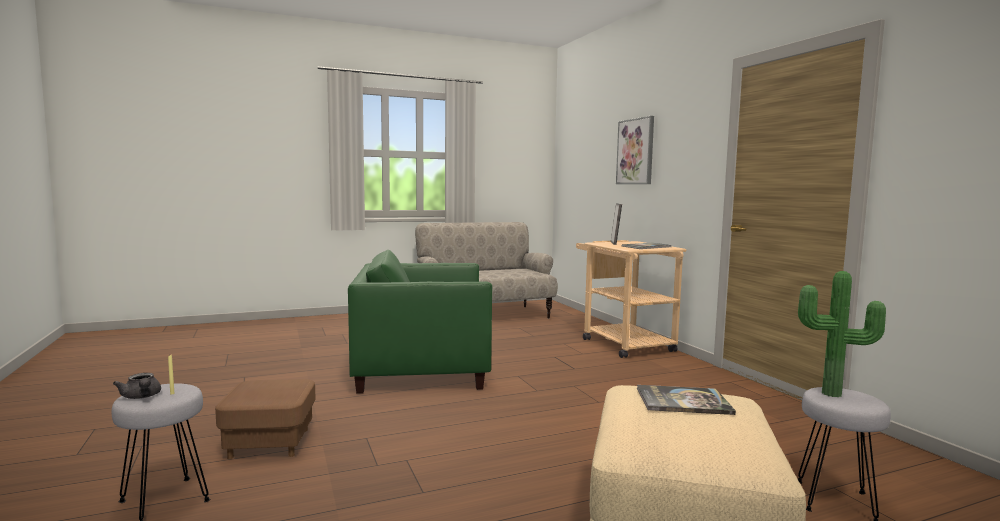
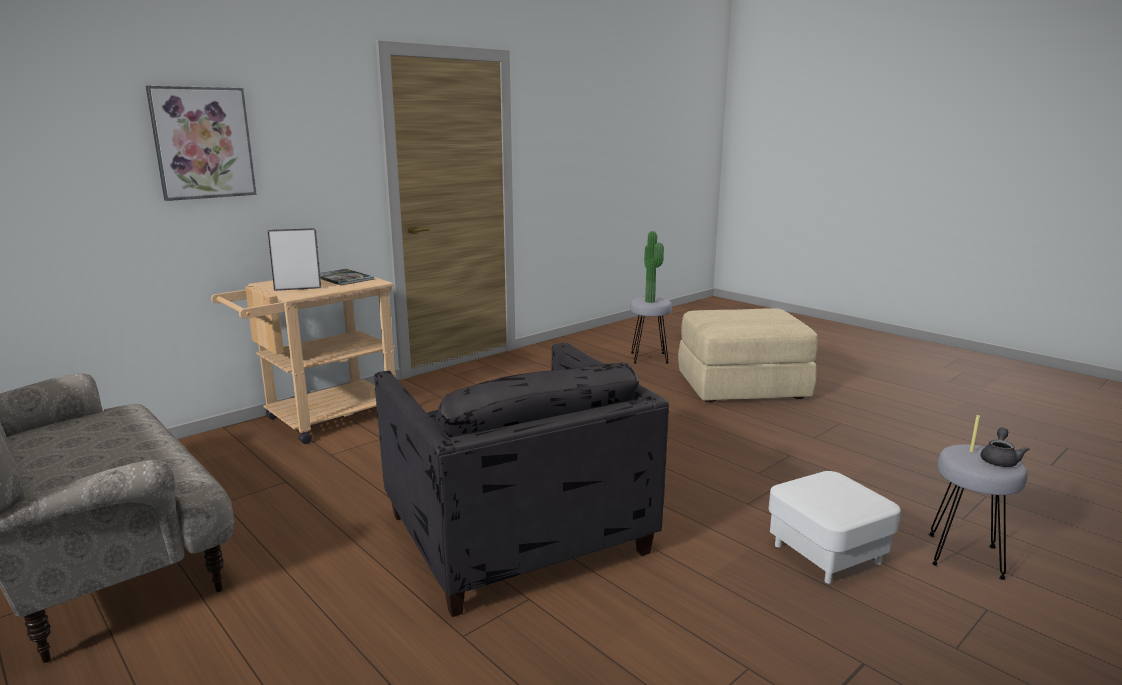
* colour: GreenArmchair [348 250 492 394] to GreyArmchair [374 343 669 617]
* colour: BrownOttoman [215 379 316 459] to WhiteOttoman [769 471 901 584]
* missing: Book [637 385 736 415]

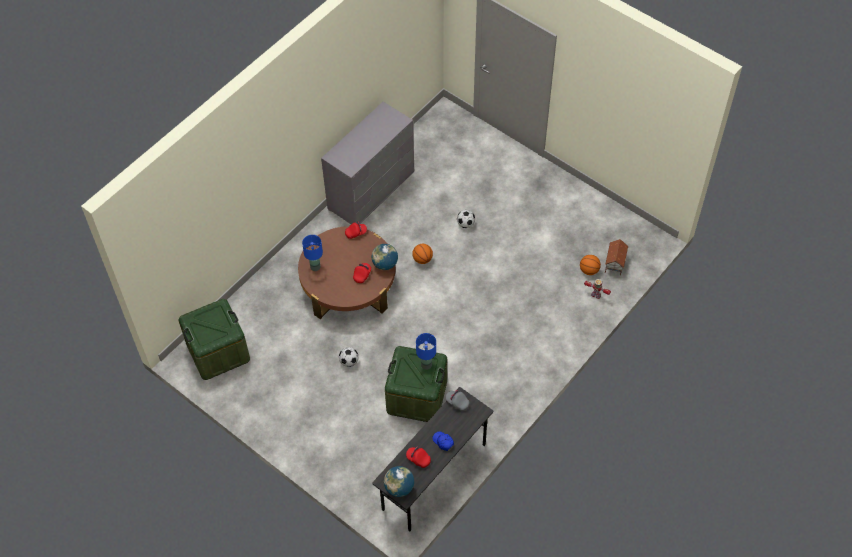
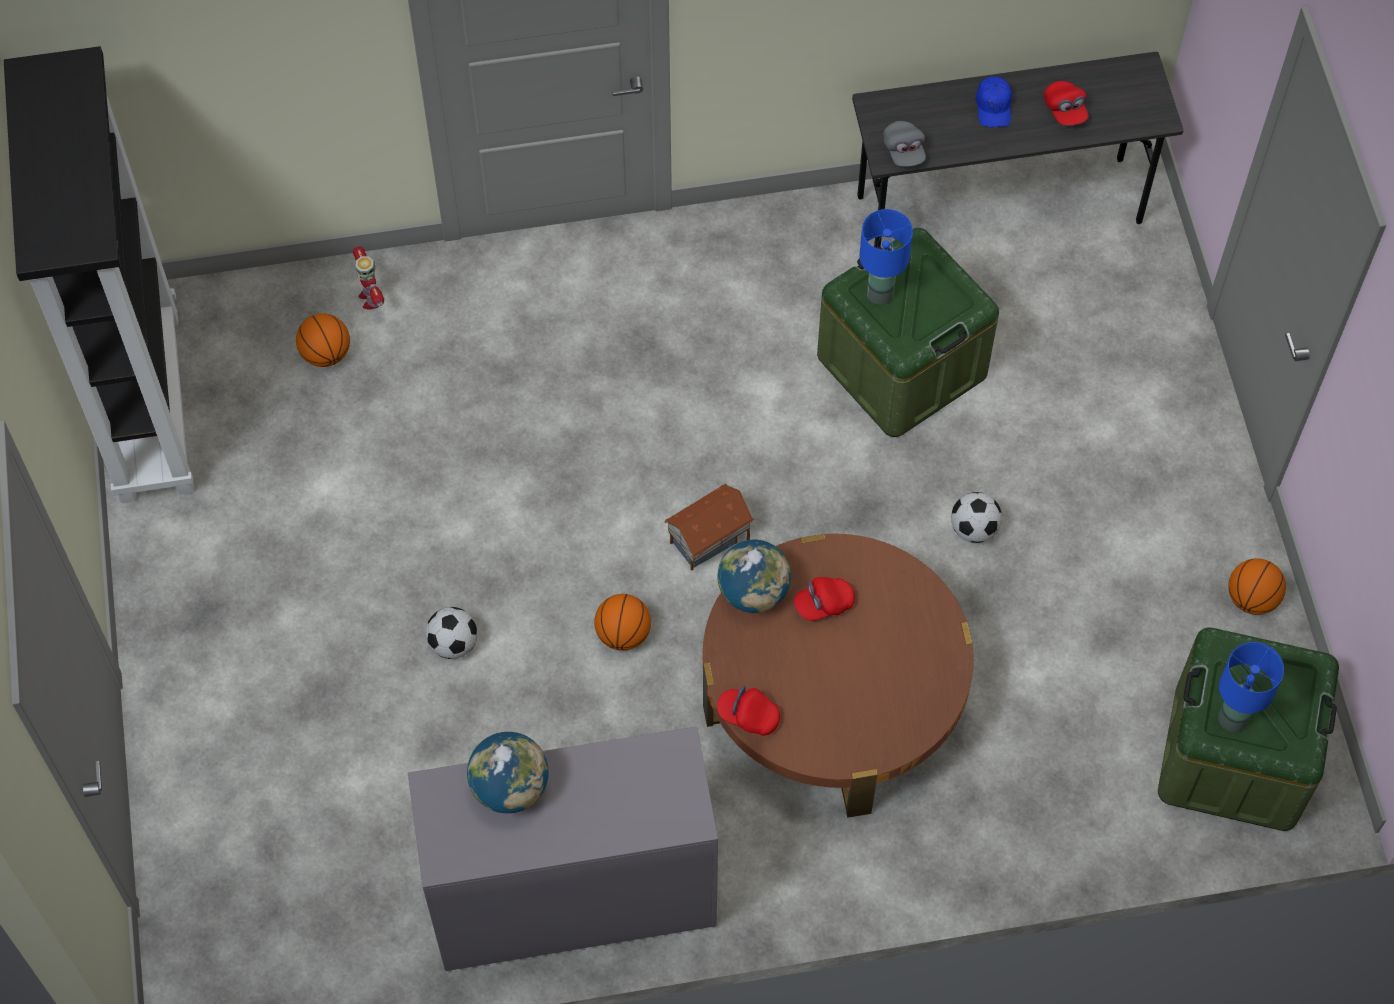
* appeared: BlackBookcase [4 46 194 503]
* relocated: Globe [384 466 414 497] to [467 732 549 813]
* relocated: ToyHouse [605 239 629 275] to [664 484 754 571]
* relocated: BlueTableLamp [302 235 323 271] to [1218 642 1284 732]
* appeared: Basketball [1228 558 1286 615]

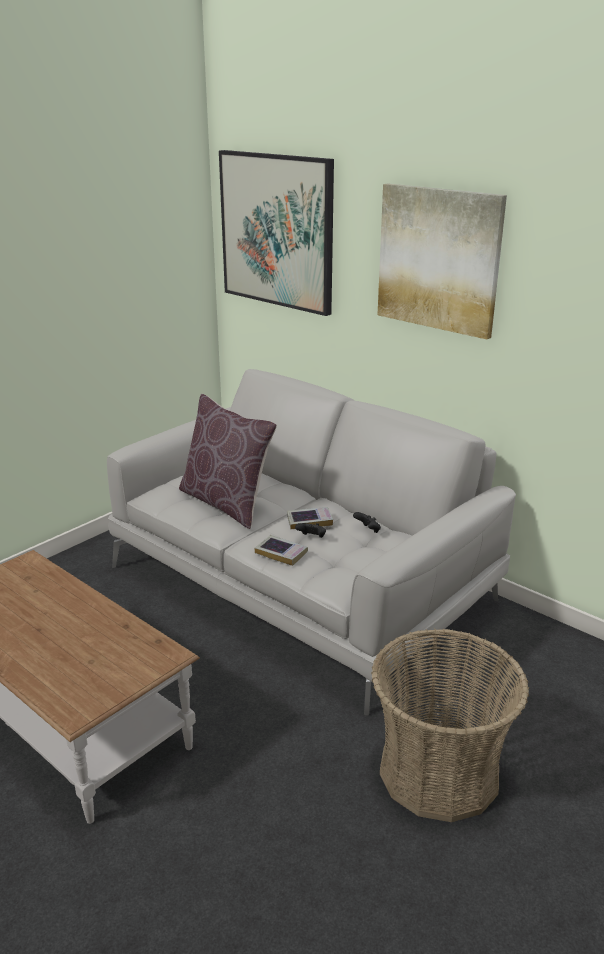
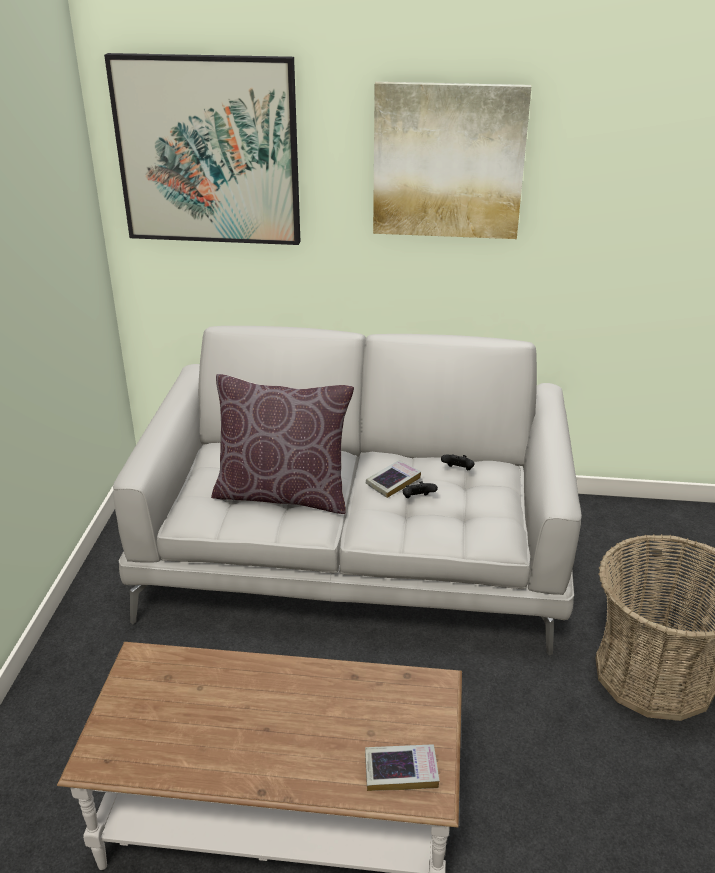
* relocated: Book [254 535 308 566] to [365 744 439 791]

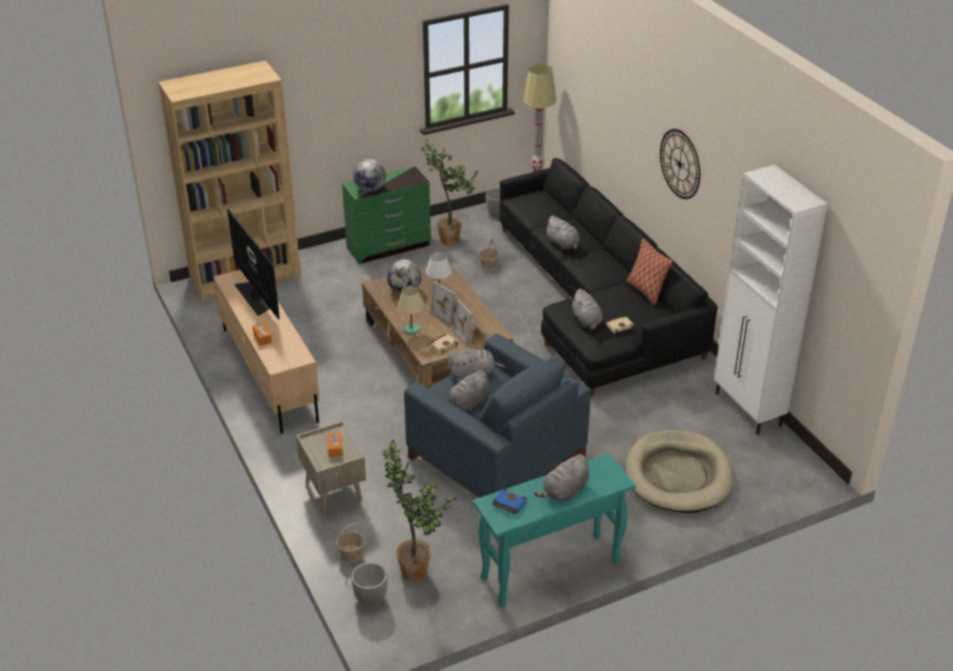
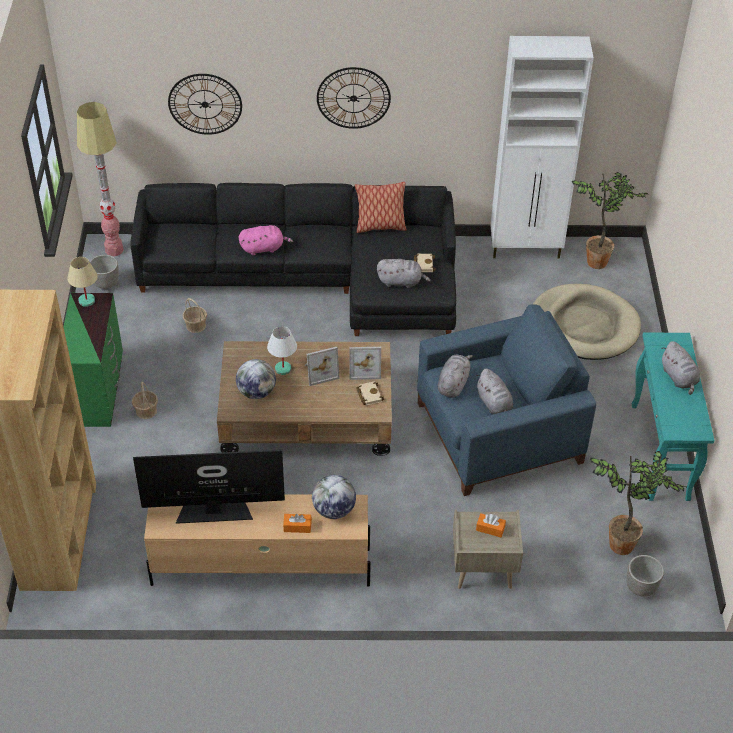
* relocated: BeigeTableLamp [397 286 425 334] to [67 257 98 307]
* relocated: Basket [336 523 364 563] to [132 382 158 419]
* appeared: WallClock [168 74 242 135]
* colour: GreyPlushToy [546 215 580 250] to PinkPlushToy [239 225 293 255]
* relocated: Globe [353 159 386 192] to [312 475 356 519]
* relocated: PottedPlant [421 139 479 246] to [572 172 648 269]
* missing: BlueBook [492 489 527 514]

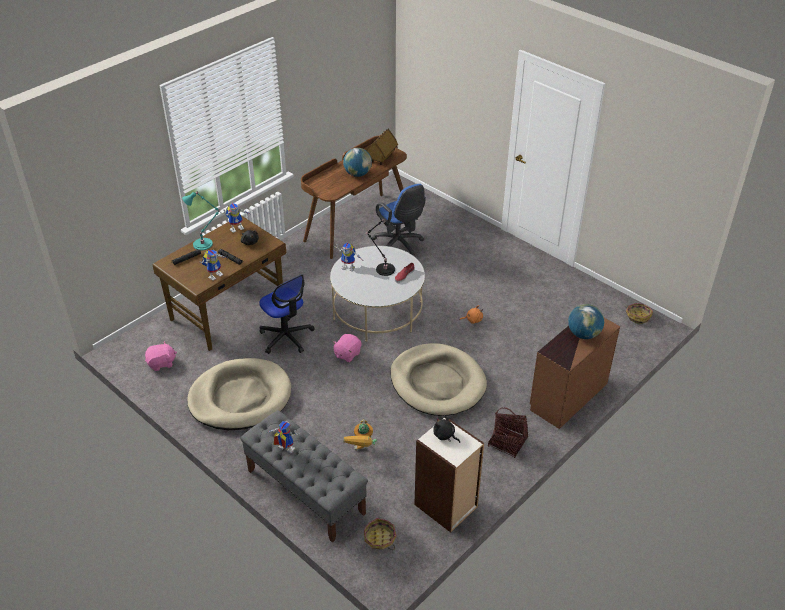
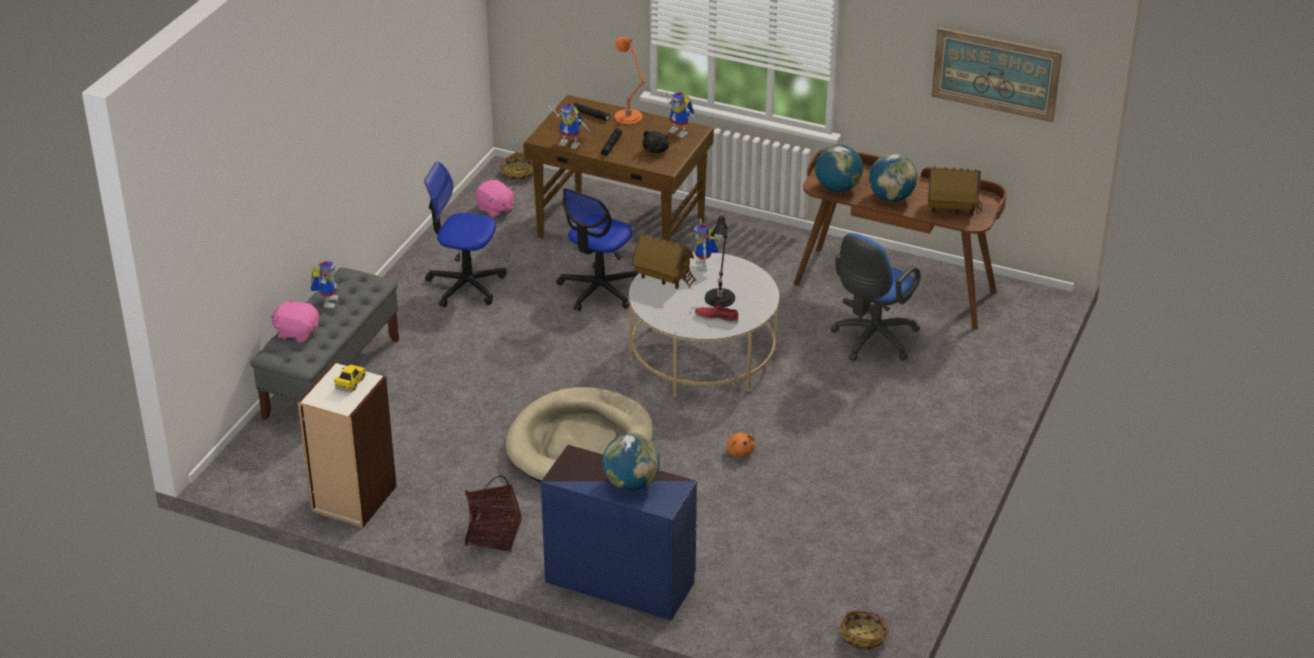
* relocated: PinkPlushToy [333 334 361 363] to [271 298 319 343]
* exchanged: BlackPlushToy [433 415 460 443] to YellowToyCar [334 365 366 393]
* exchanged: BeigeDogBed [187 358 291 430] to OfficeChair [424 162 506 307]
* relocated: Basket [364 518 397 550] to [500 152 533 181]
* colour: BrownDresser [530 318 620 429] to BlueDresser [541 445 697 620]
* colour: TurquoiseTableLamp [182 192 220 251] to OrangeTableLamp [615 37 646 125]
* appeared: ToyHouse [632 233 696 289]
* appeared: Globe [815 144 863 192]
* appeared: Picture [931 28 1063 122]
* missing: ToyRobot [344 419 377 451]

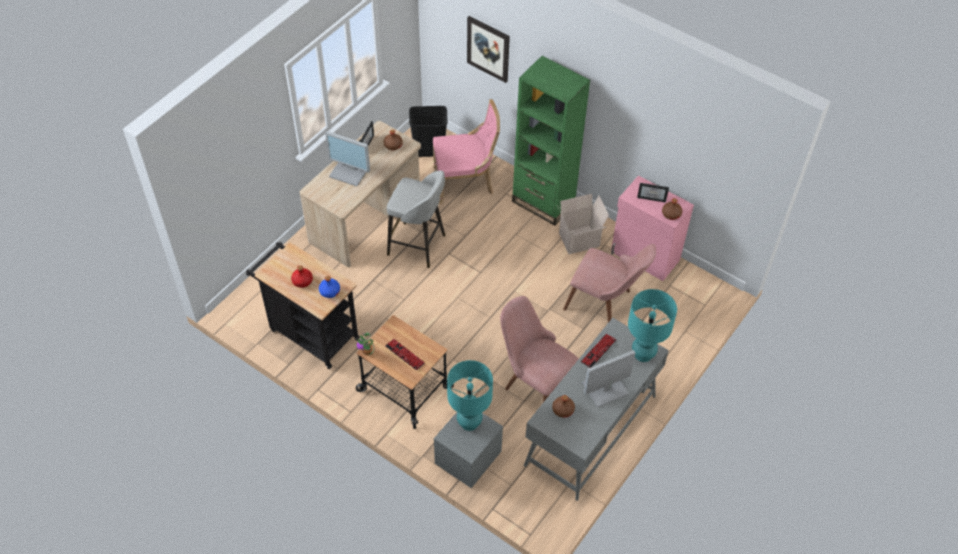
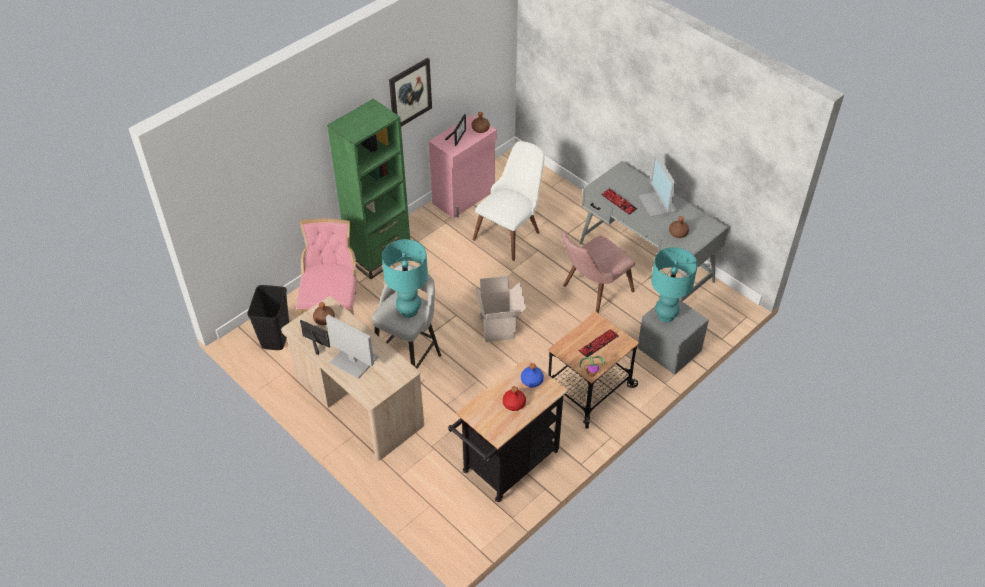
* spun: Monitor [325 131 370 186] = [326 315 378 378] 90 degrees counterclockwise
* relocated: TurquoiseTableLamp [628 289 677 362] to [382 239 428 318]
* relocated: Picture [467 16 510 83] to [389 58 432 127]
* colour: PinkChair [563 244 656 323] to WhiteChair [473 141 544 261]
* relocated: CardboardBox [557 194 609 254] to [475 276 526 342]

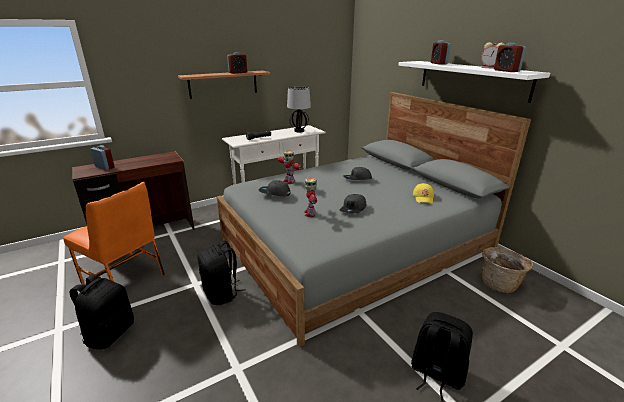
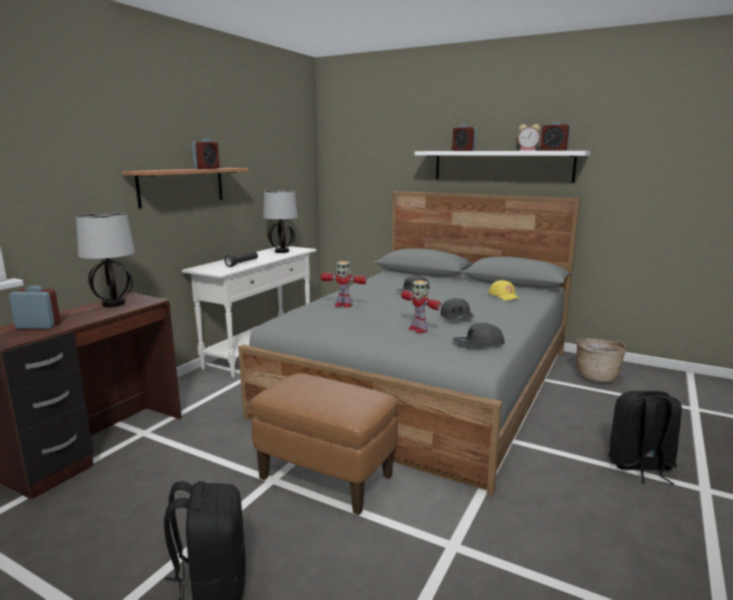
* appeared: TableLamp [76 213 135 307]
* exchanged: BlackBackpack [198 240 246 305] to BrownOttoman [250 373 398 515]
* relocated: GreyCap [259 180 291 196] to [453 323 505 345]
* missing: OrangeChair [63 182 165 284]

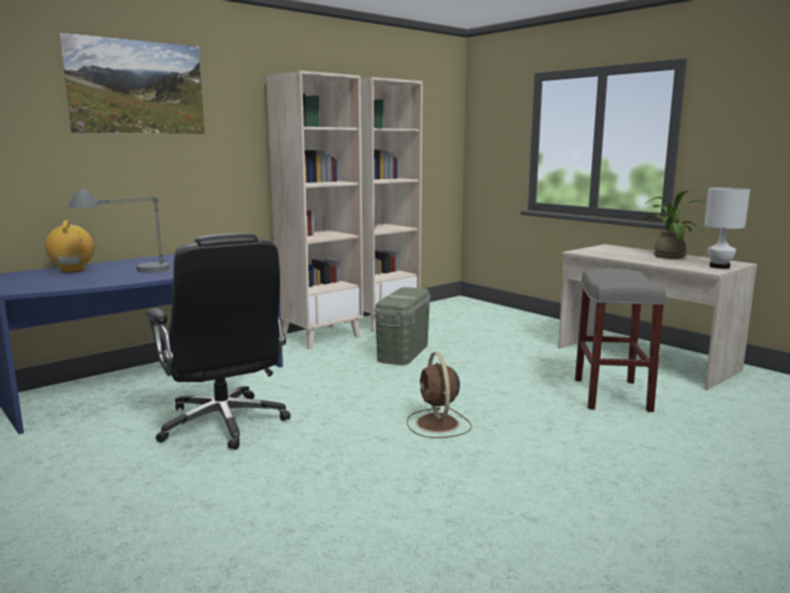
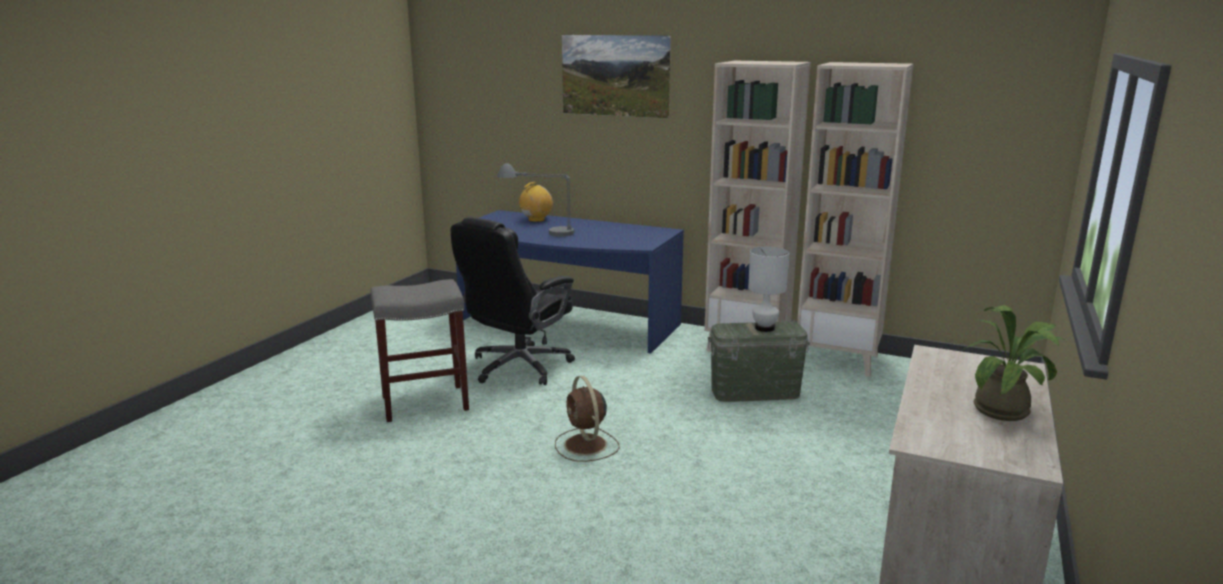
* relocated: GreyStool [575 269 666 412] to [371 279 469 422]
* spun: BrownFan [407 352 472 438] = [555 376 620 462] 75 degrees counterclockwise
* relocated: WhiteTableLamp [704 187 750 269] to [748 247 789 332]

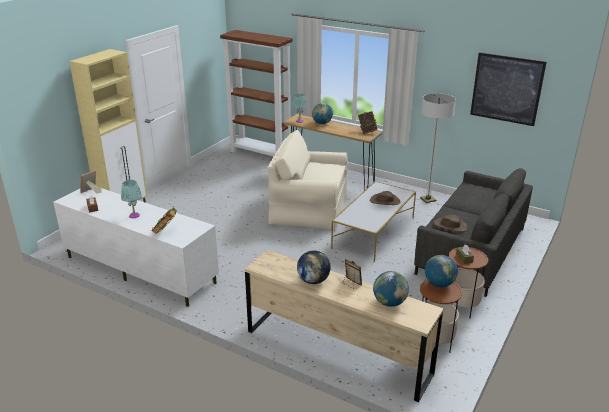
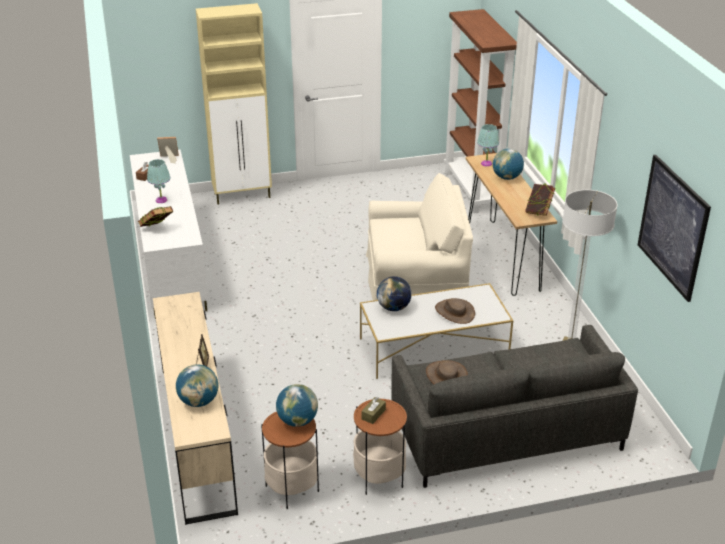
* spun: BeigeArmchair [268 130 348 229] = [366 173 473 300] 120 degrees clockwise
* relocated: Globe [297 250 331 284] to [377 276 412 311]

